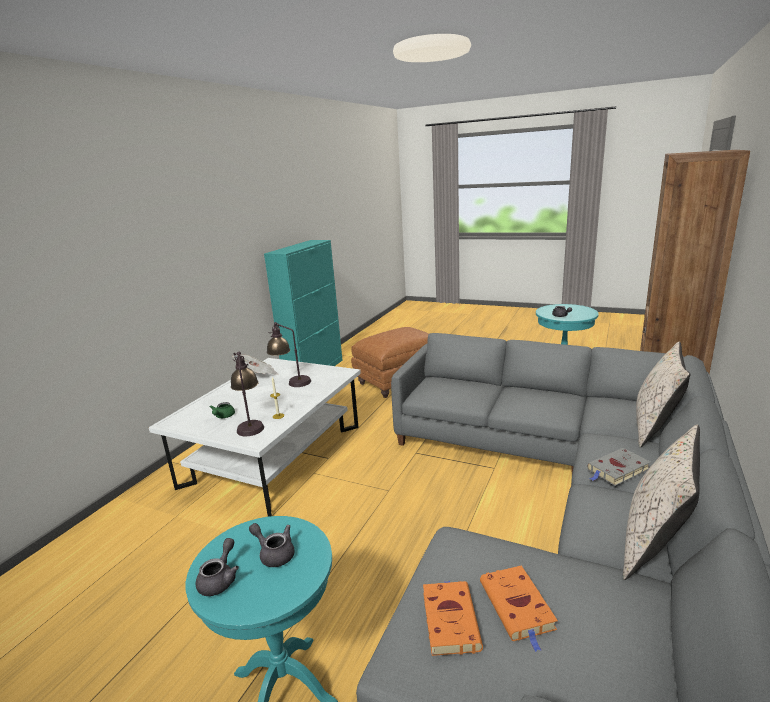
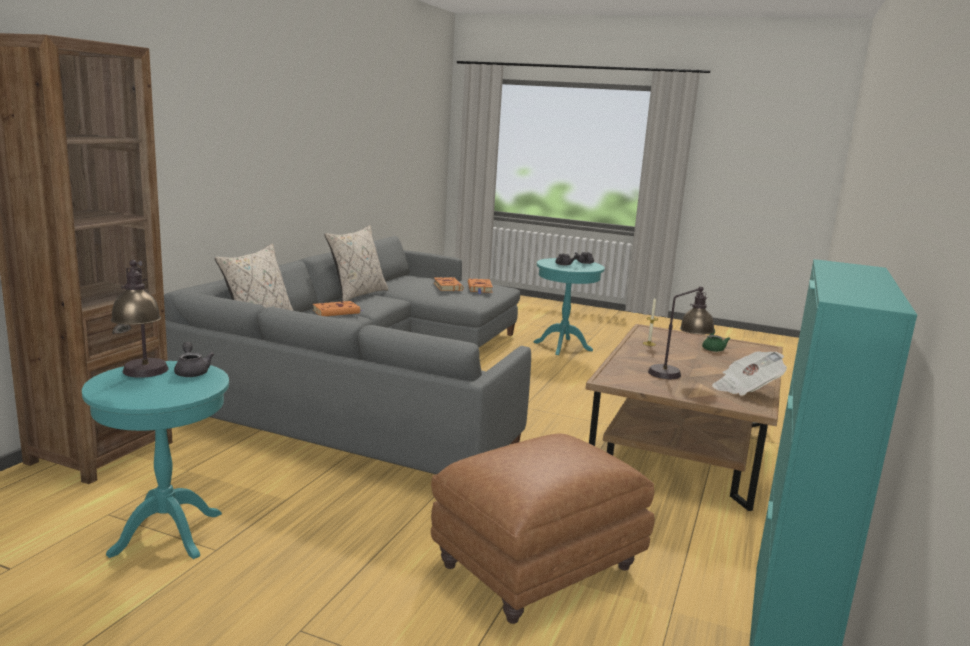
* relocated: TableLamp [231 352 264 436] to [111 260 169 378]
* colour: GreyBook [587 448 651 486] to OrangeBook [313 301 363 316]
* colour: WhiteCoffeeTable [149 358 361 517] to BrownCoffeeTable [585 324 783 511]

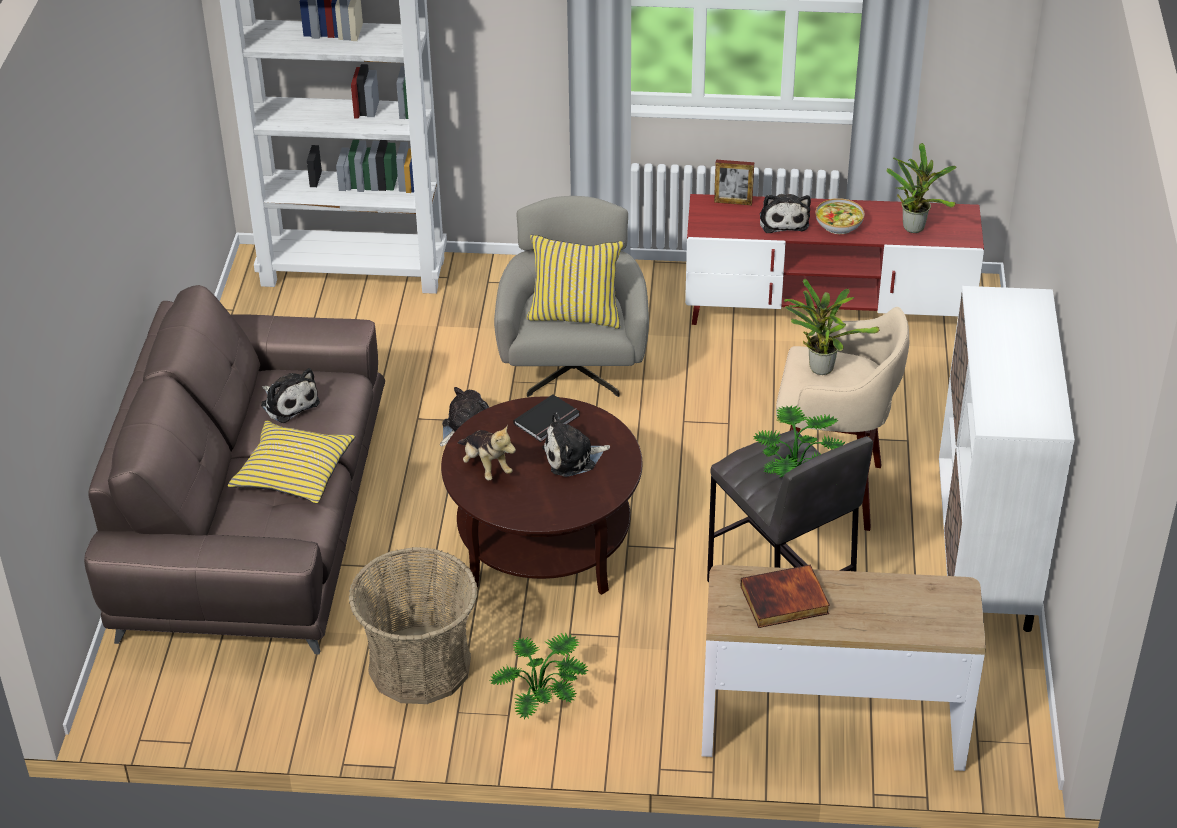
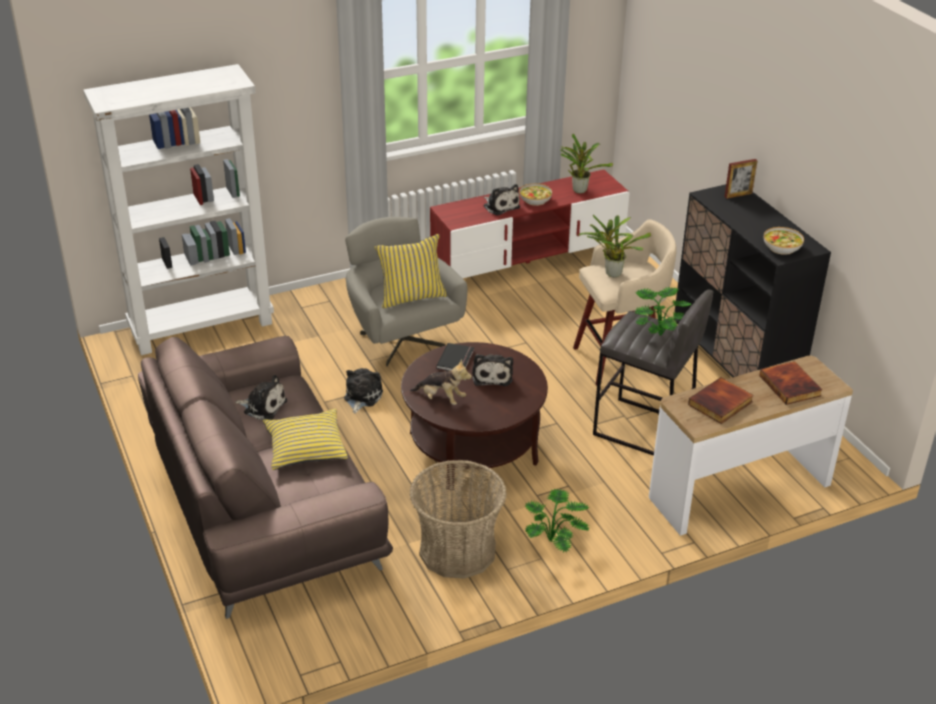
* spun: PlushToy [543 412 610 477] = [472 354 513 386] 45 degrees counterclockwise
* colour: WhiteCabinet [939 286 1075 632] to BlackCabinet [674 184 831 377]
* relocated: PictureFrame [714 160 754 205] to [724 159 757 199]
* appeared: Book [759 361 822 405]
* appeared: Bowl [764 227 804 255]

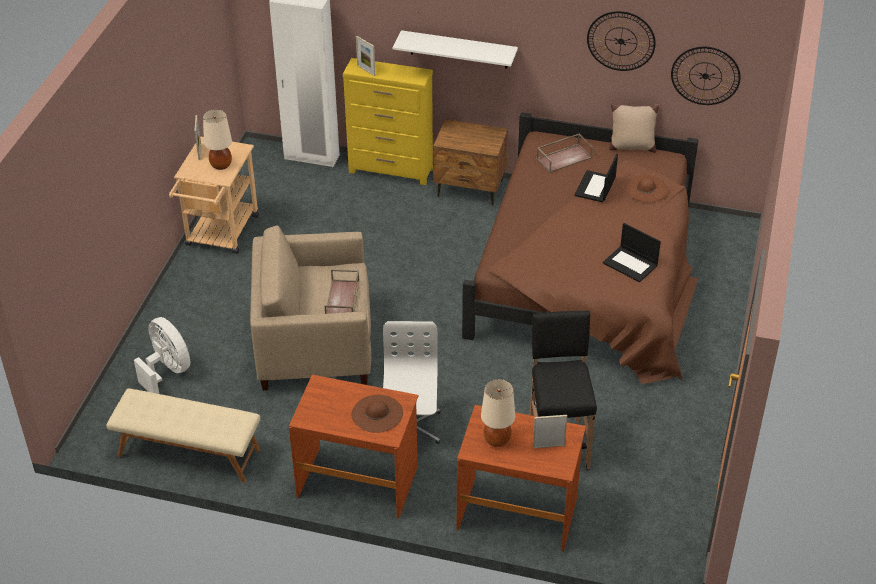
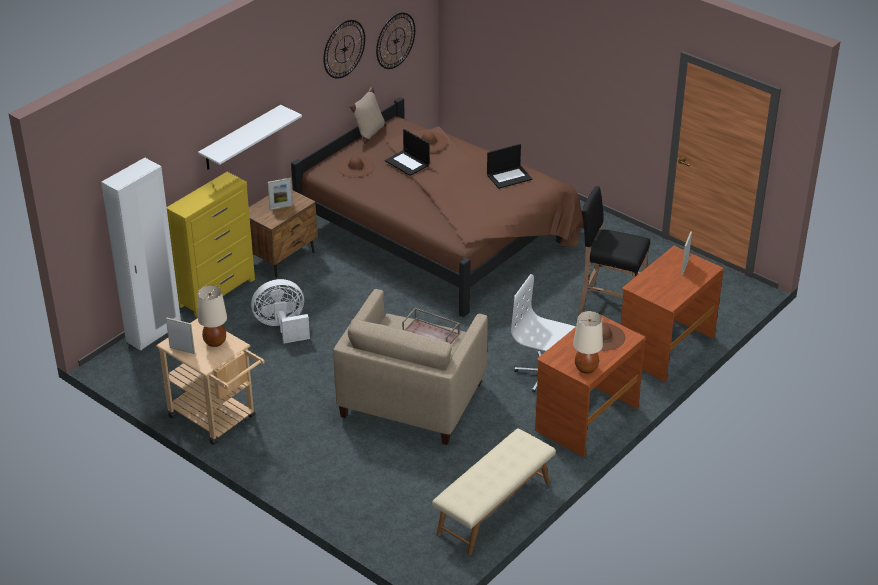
* relocated: WhiteFan [134 317 190 394] to [251 279 310 344]
* relocated: PictureFrame [356 36 375 76] to [268 178 293 210]
* exchanged: BrownTray [536 133 593 173] to BrownHat [337 156 375 177]
* relocated: BeigeTableLamp [481 379 515 447] to [573 311 603 374]

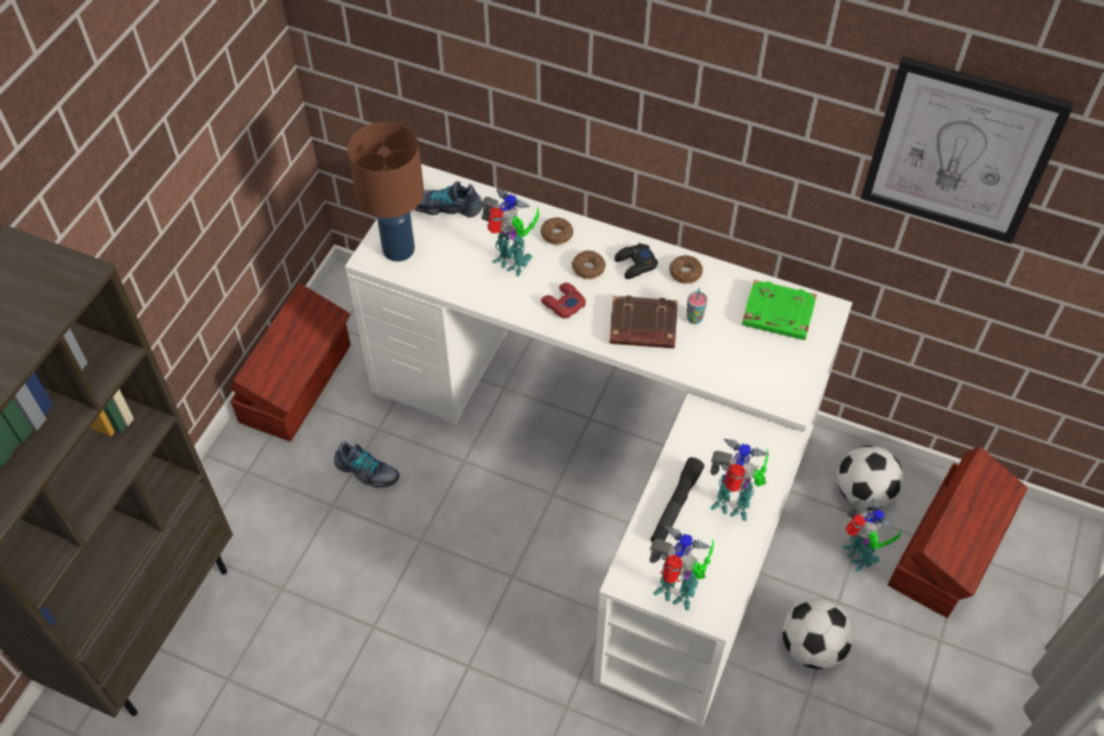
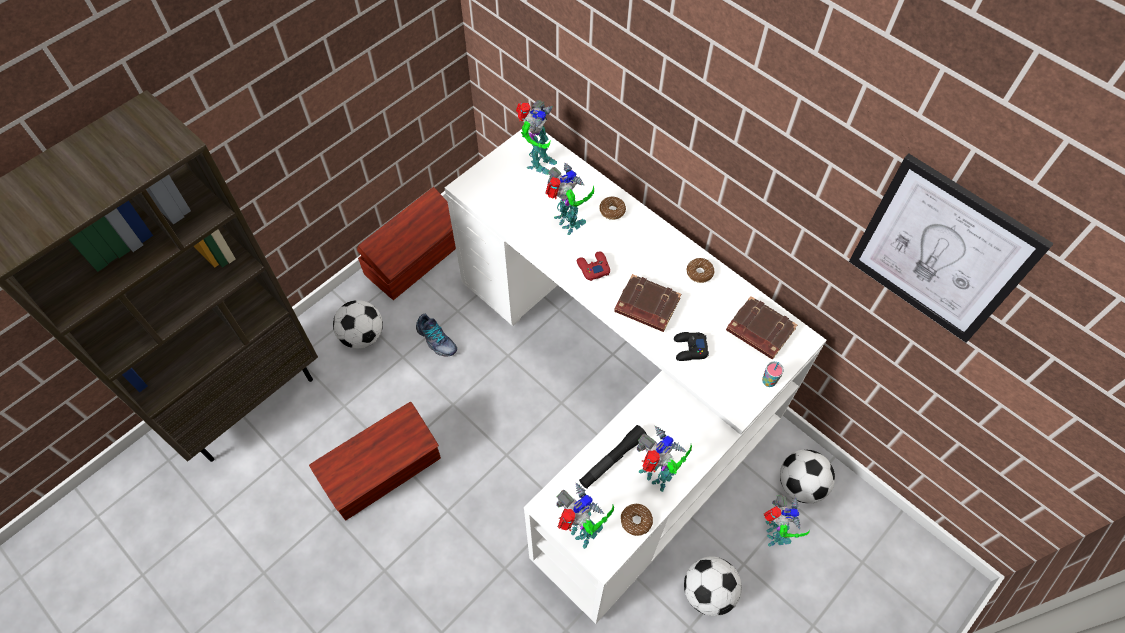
* relocated: BrownStorageBox [888 446 1028 618] to [309 402 441 520]
* appeared: Football [333 300 383 349]
* exchanged: Shoe [414 181 482 218] to ToyRobot [516 101 557 175]
* relocated: Donut [572 250 606 279] to [621 504 653 536]
* relocated: BlackGameController [614 243 658 279] to [674 332 709 361]
* colour: GreenBook [742 280 817 340] to BrownBook [726 296 797 360]
* relocated: Cup [687 288 708 324] to [762 361 784 387]
* missing: BrownTableLamp [348 122 424 262]

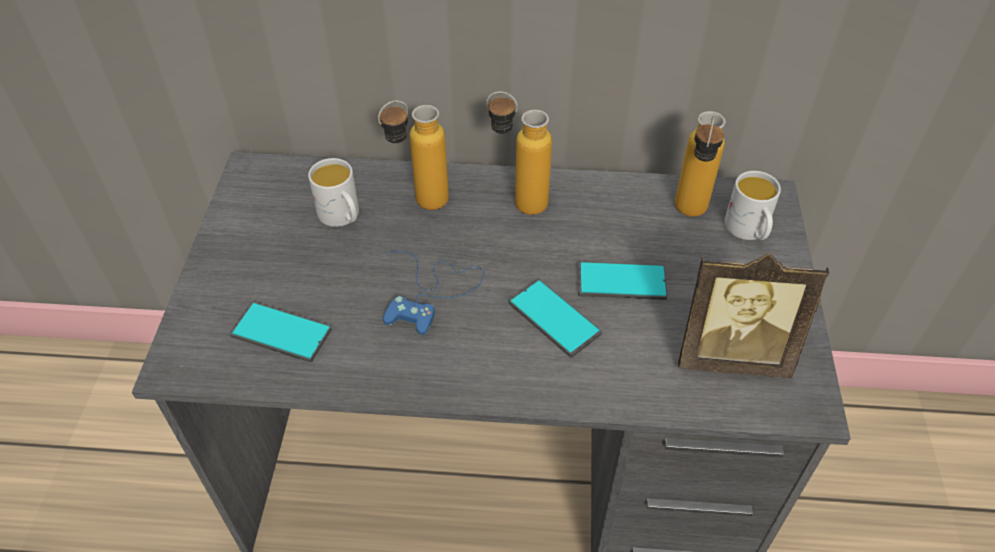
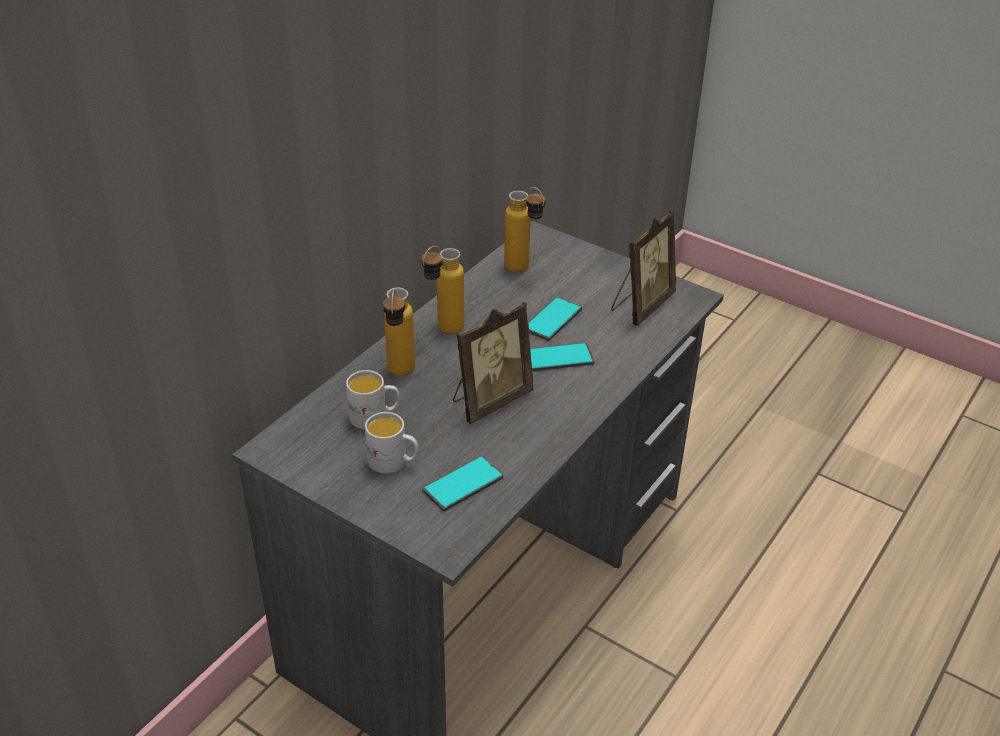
* relocated: WhiteMug [724 171 781 240] to [365 412 419 474]
* exchanged: BlueGameController [383 251 484 335] to PictureFrame [453 302 533 424]

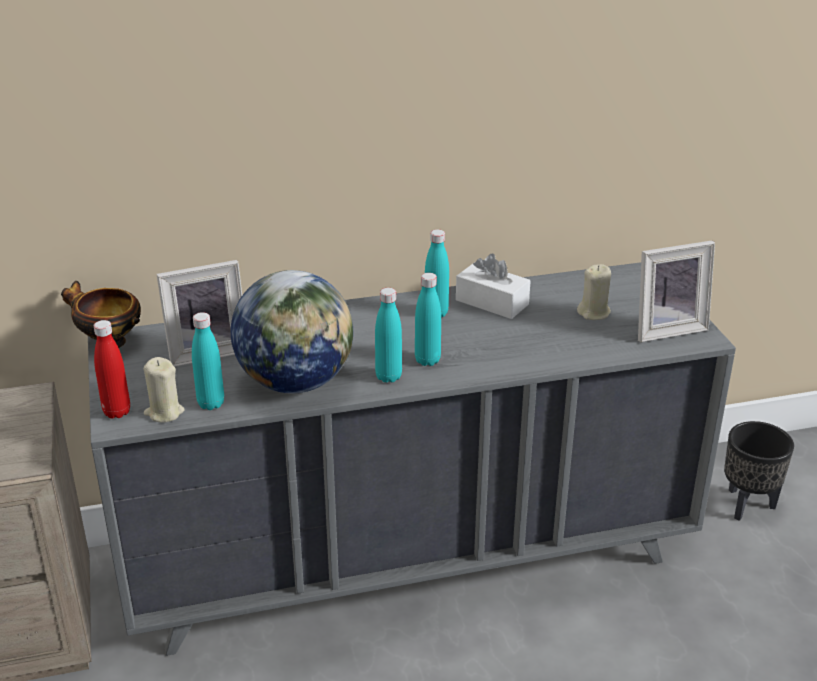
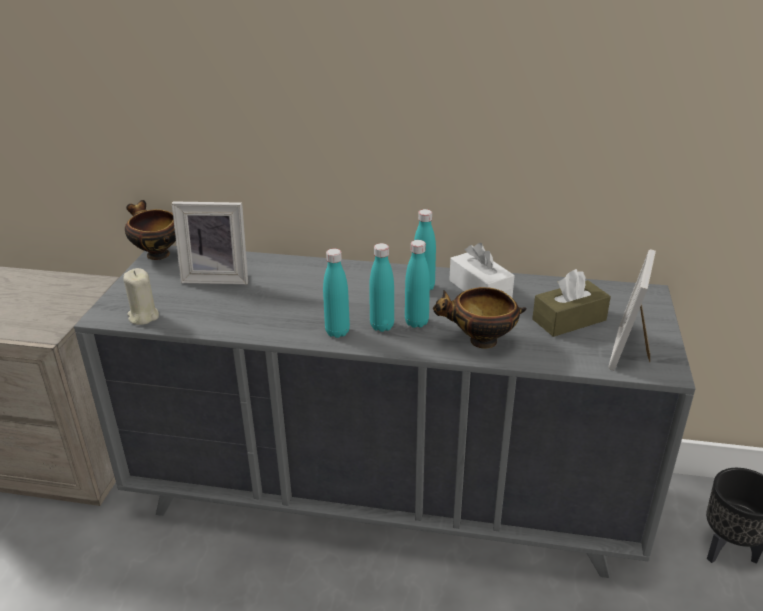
* relocated: TurquoiseBottle [192 312 224 410] to [405 240 430 328]
* appeared: Bowl [433 287 527 349]
* exchanged: BeigeCandle [577 264 611 320] to BrownTissueBox [532 269 611 337]
* spun: PictureFrame [638 240 715 342] = [608 249 656 371] 105 degrees clockwise
* missing: RedBottle [93 320 130 419]
* missing: Globe [231 270 353 394]

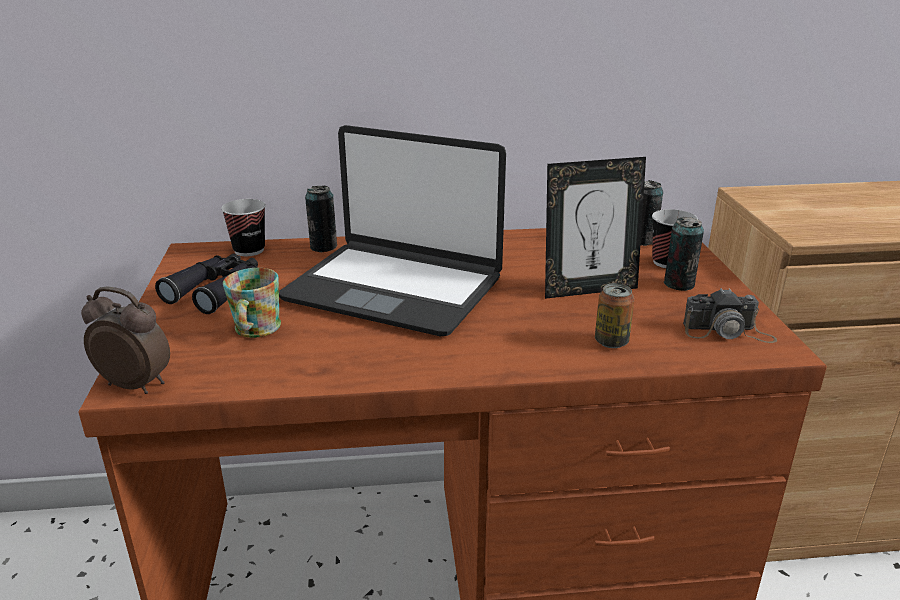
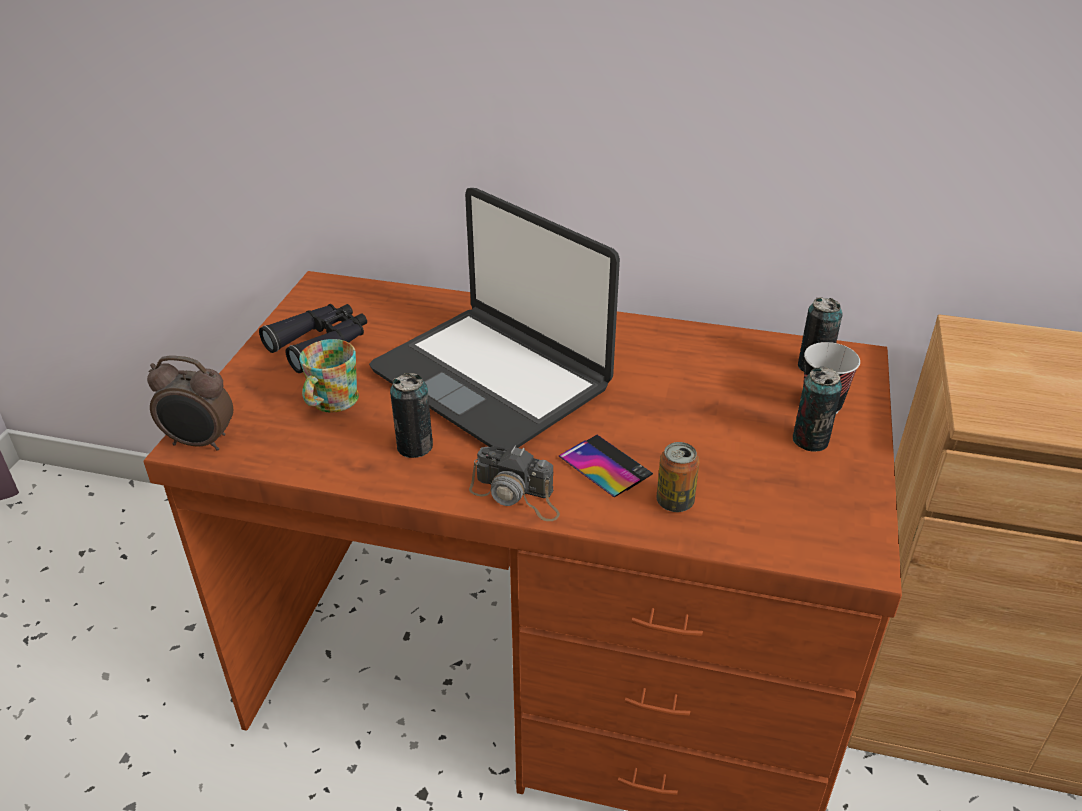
* spun: AlarmClock [81 286 170 394] = [147 356 233 451] 150 degrees clockwise
* relocated: Can [305 186 337 252] to [390 373 433 458]
* relocated: PhotoCamera [683 288 777 343] to [469 446 560 521]
* appeared: Phone [559 435 653 497]
* missing: Cup [221 199 266 256]
* missing: PictureFrame [545 157 646 299]

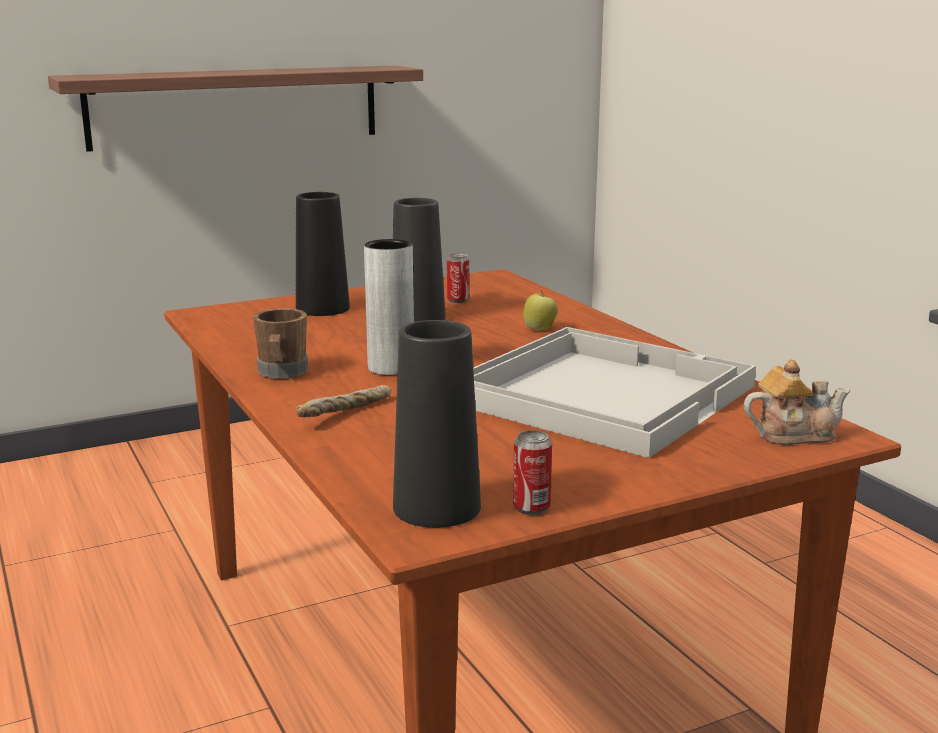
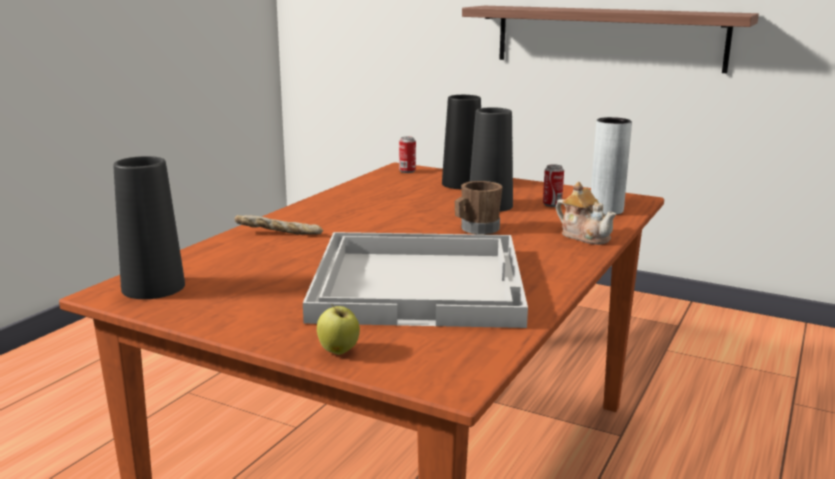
* relocated: Apple [523 290 558 330] to [317 304 360 355]
* relocated: Can [513 430 552 515] to [399 137 416 173]
* relocated: BrownMug [253 308 308 379] to [455 181 503 235]
* relocated: Teapot [744 360 850 445] to [556 182 617 245]
* relocated: GreyVase [364 239 414 375] to [591 117 632 215]

